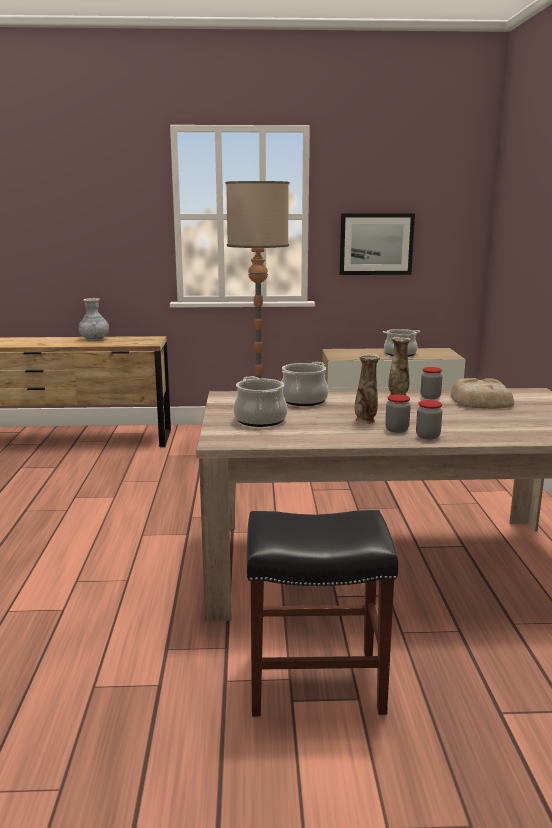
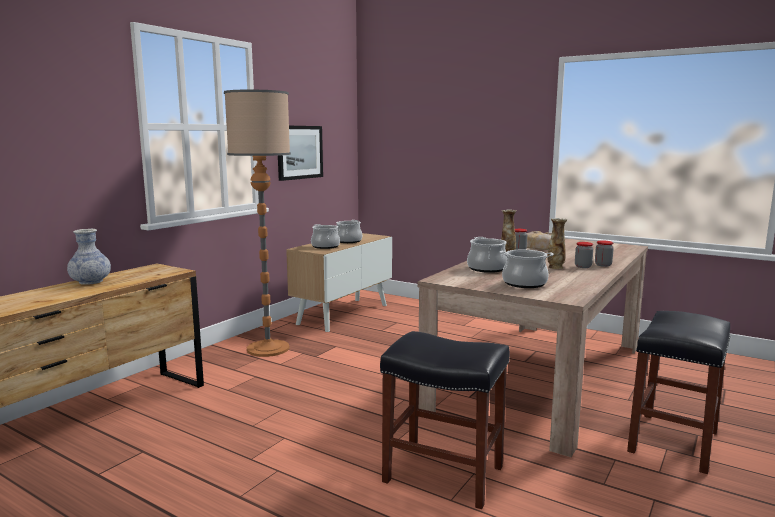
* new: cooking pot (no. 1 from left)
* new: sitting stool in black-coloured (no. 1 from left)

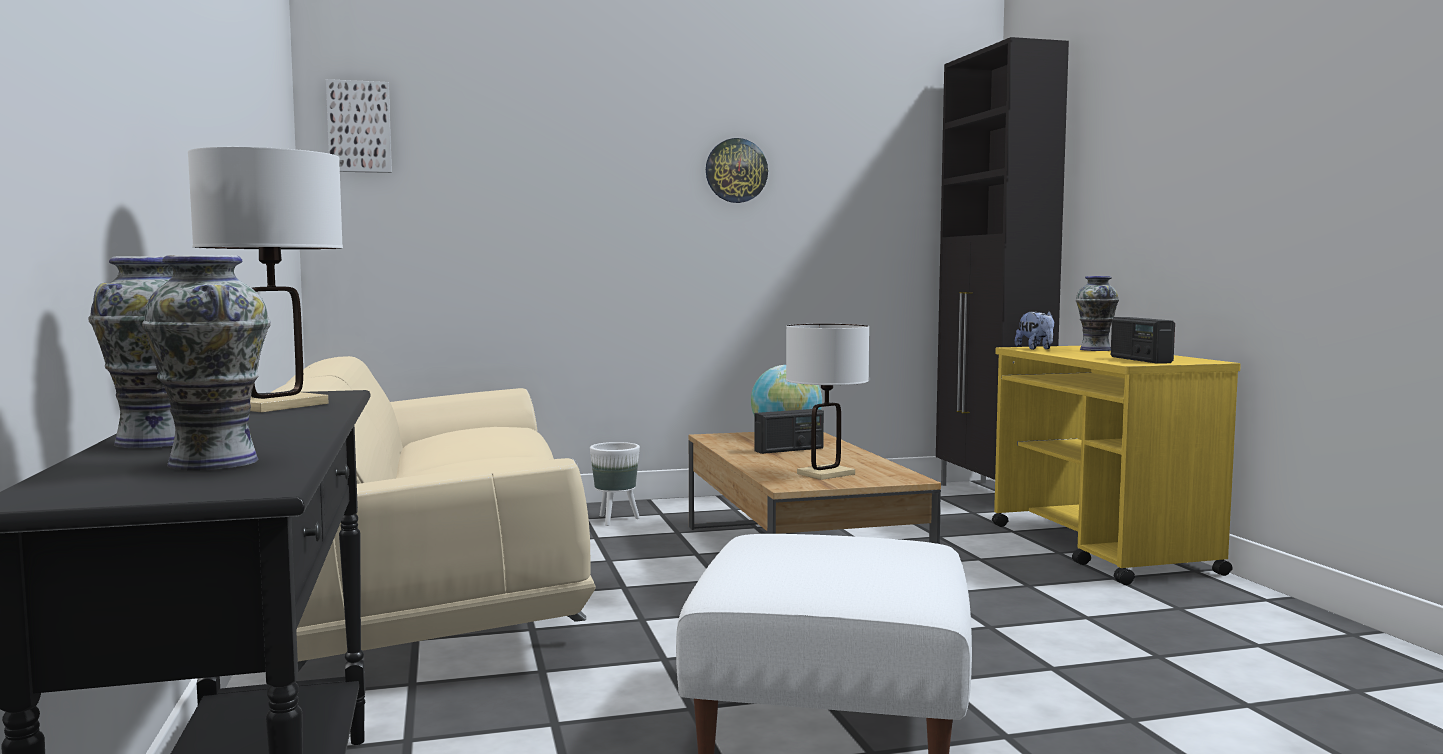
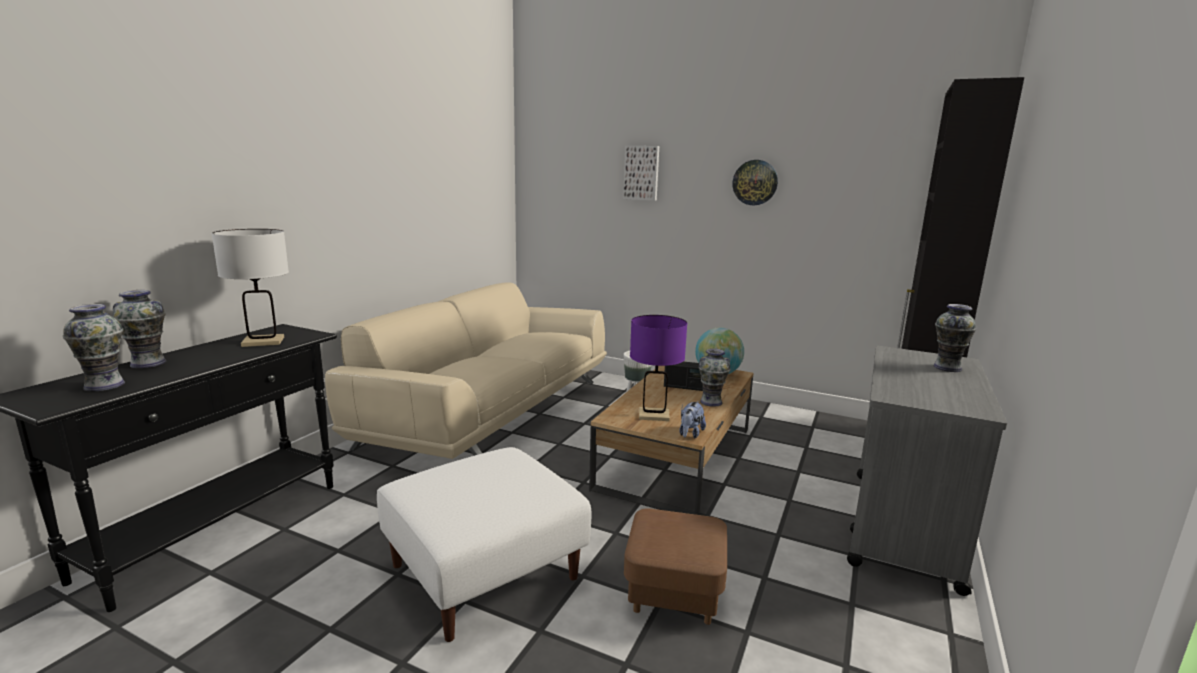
* shifted: picture
* repainted: tabletop lamp in whitish (no. 2 from left) to tabletop lamp in purple-coloured
* repainted: wheeled cart in yellowish to wheeled cart in greyish
* shifted: soft toy
* gone: radio receiver (no. 2 from left)
* new: ottoman in brown
* new: vase (no. 3 from left)

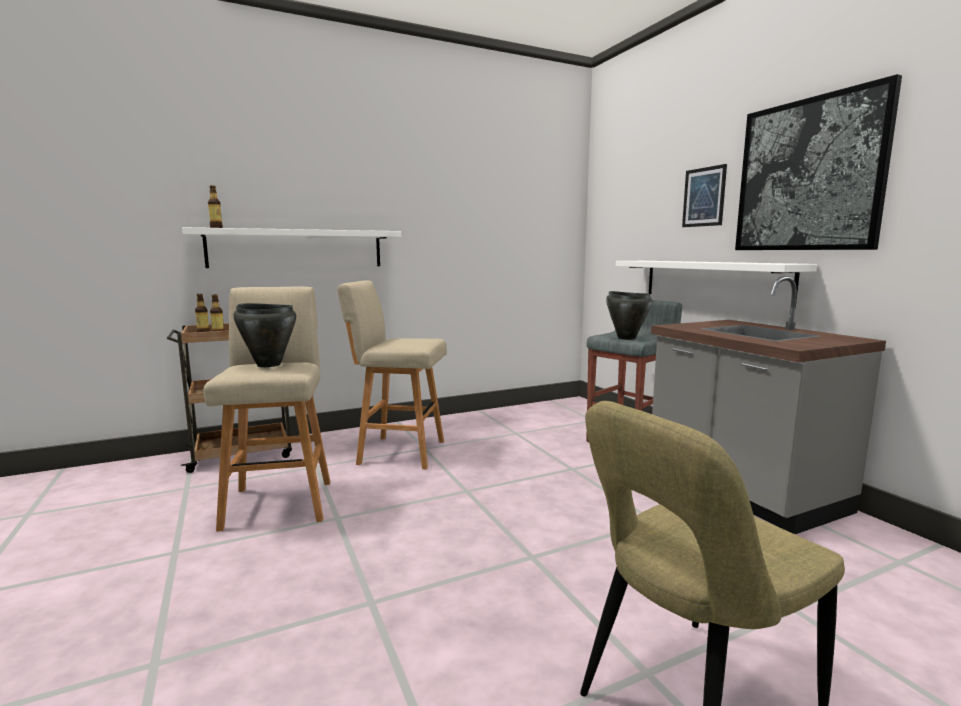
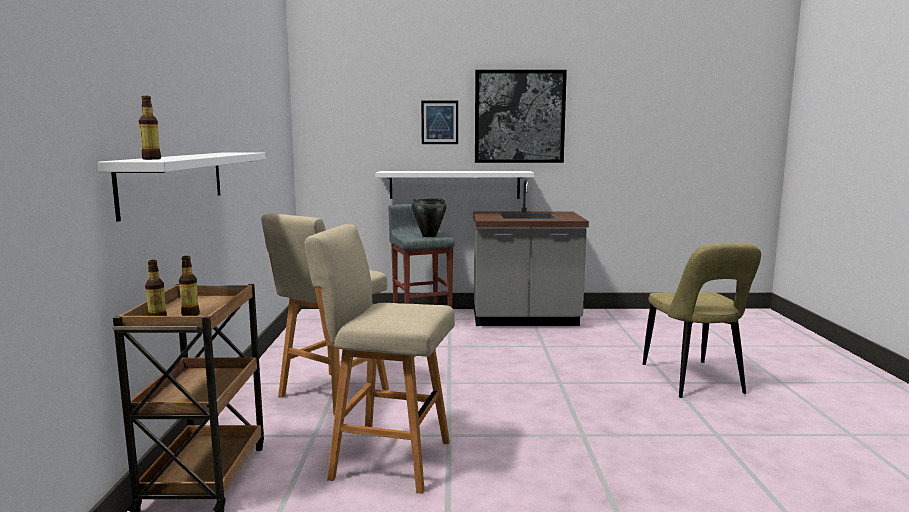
* gone: cooking pot in black-coloured (no. 1 from left)

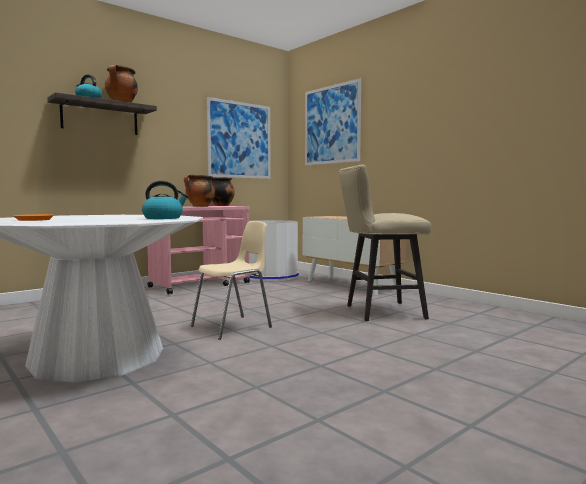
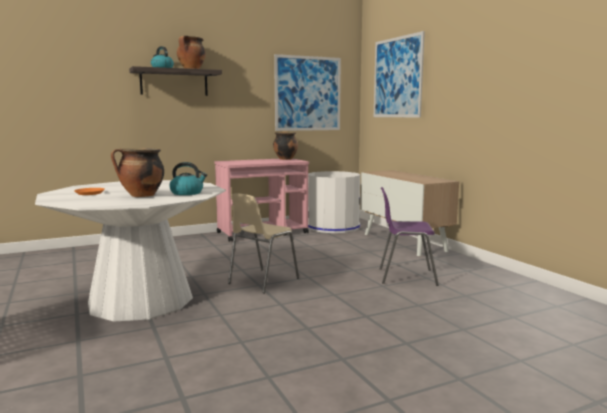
* shifted: cooking pot (no. 2 from left in the first image) to cooking pot (no. 1 from left)
* rotated: chair in beige 150 degrees clockwise
* swapped: sitting stool in beige to chair in purple-coloured

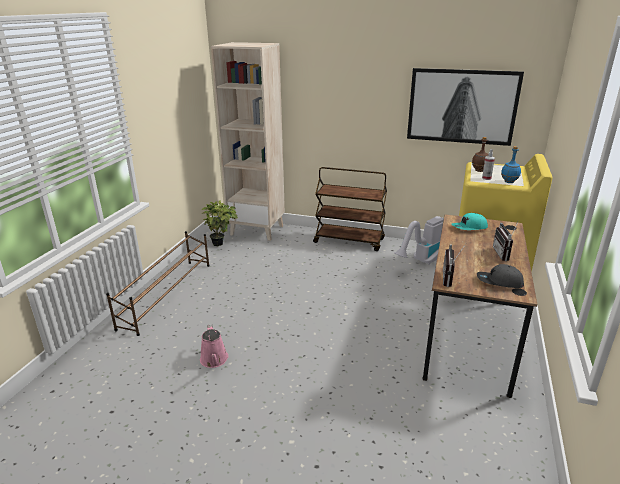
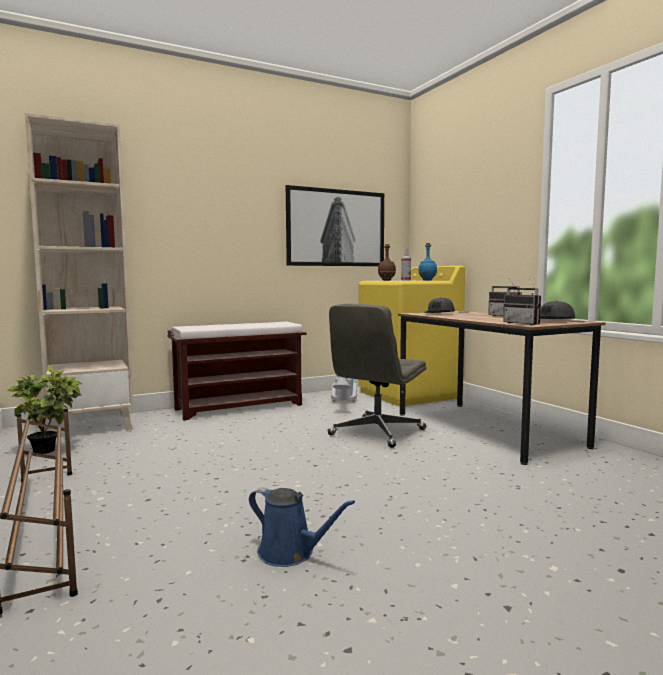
* repainted: watering can in pink-coloured to watering can in blue-coloured
* swapped: wheeled cart in brown to bench in brown
* repainted: cap in turquoise to cap in greyish (no. 1 from left)
* new: computer chair in greyish

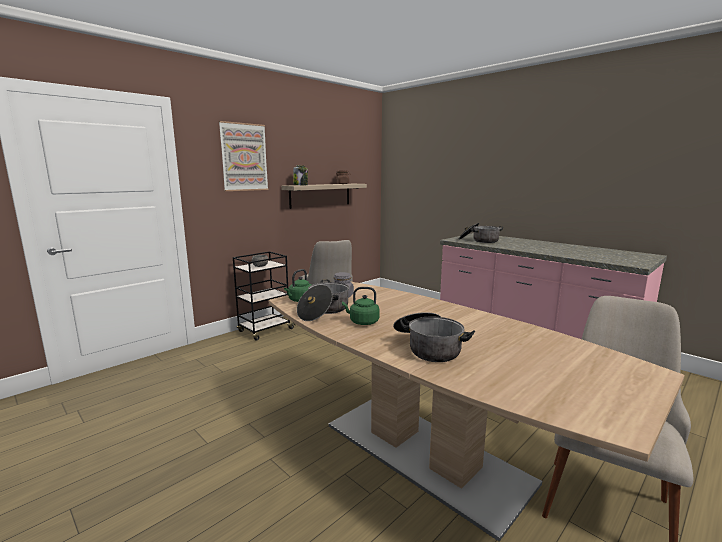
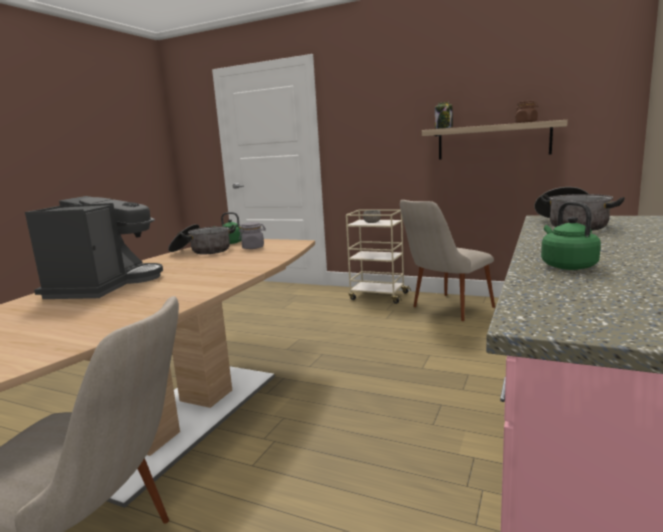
* gone: picture
* repainted: wheeled cart in black-coloured to wheeled cart in beige
* shifted: tea kettle in greenish (no. 2 from left)
* swapped: cooking pot (no. 2 from left) to coffee machine

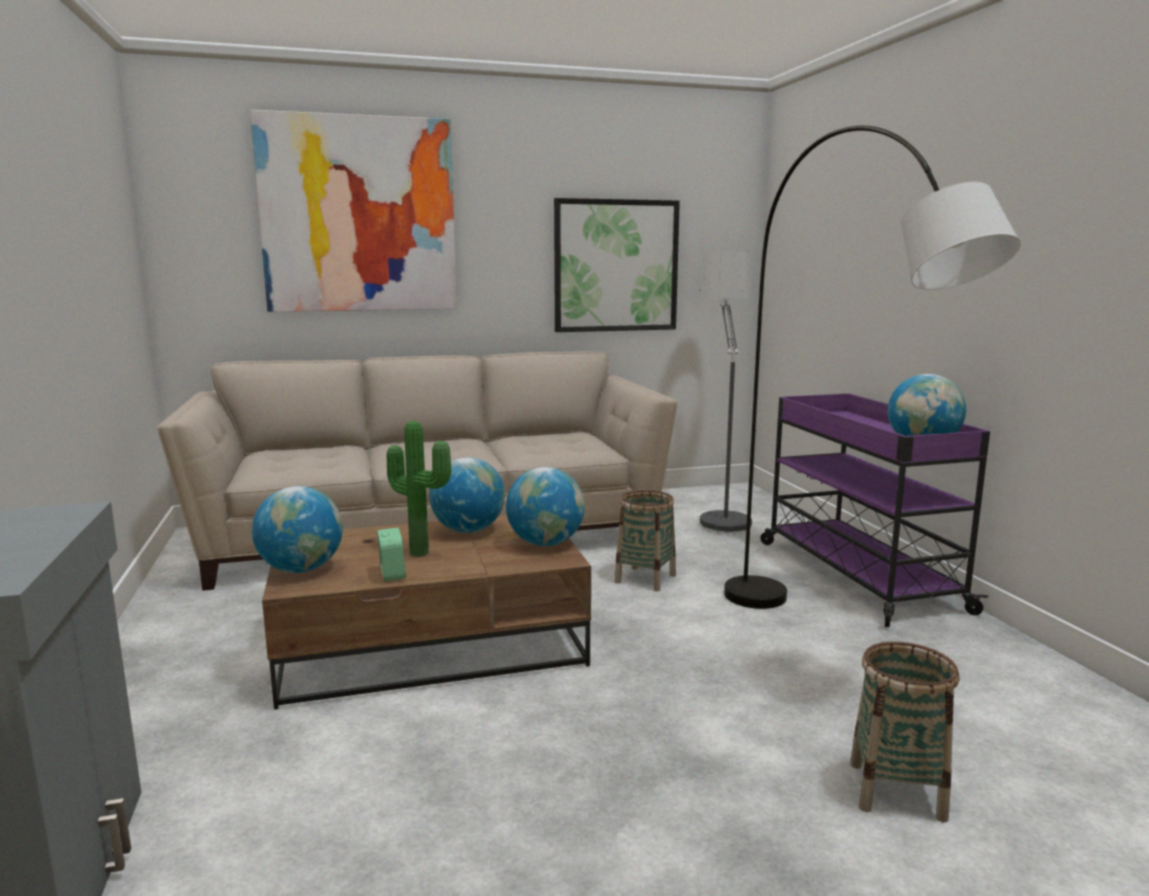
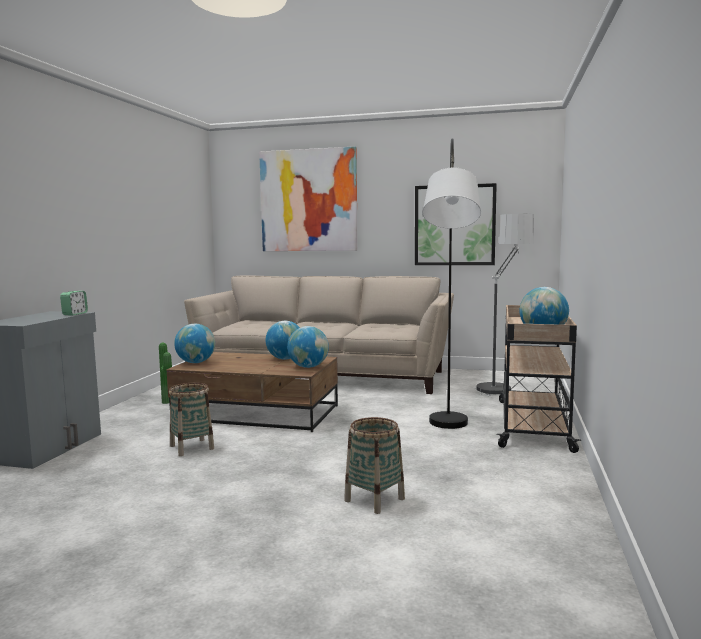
* shifted: table clock
* shifted: houseplant
* shifted: household basket (no. 1 from left)
* repainted: wheeled cart in purple-coloured to wheeled cart in beige

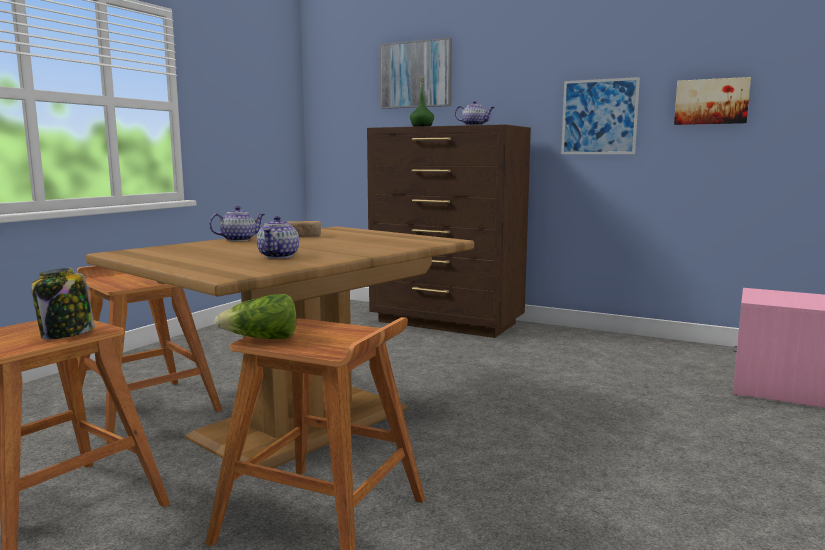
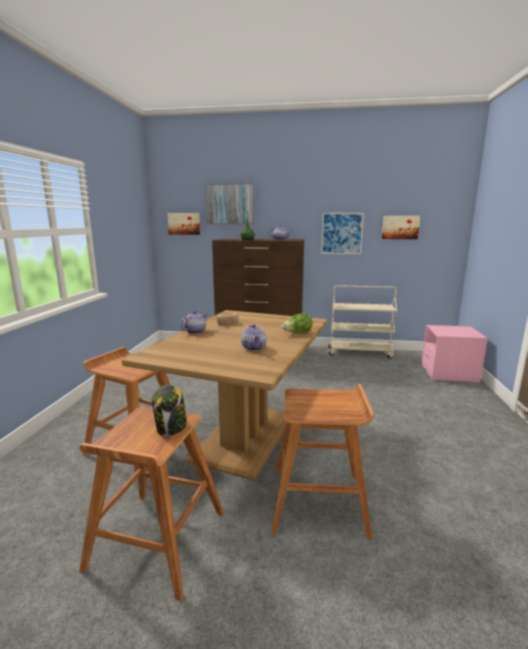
* shifted: head of lettuce
* new: picture (no. 1 from left)
* new: wheeled cart in beige

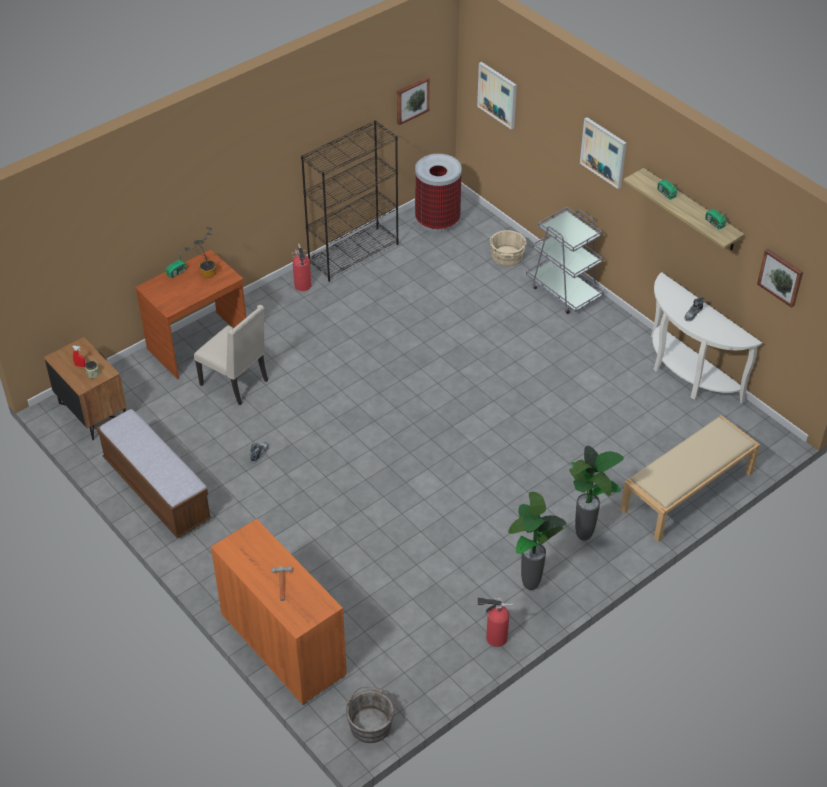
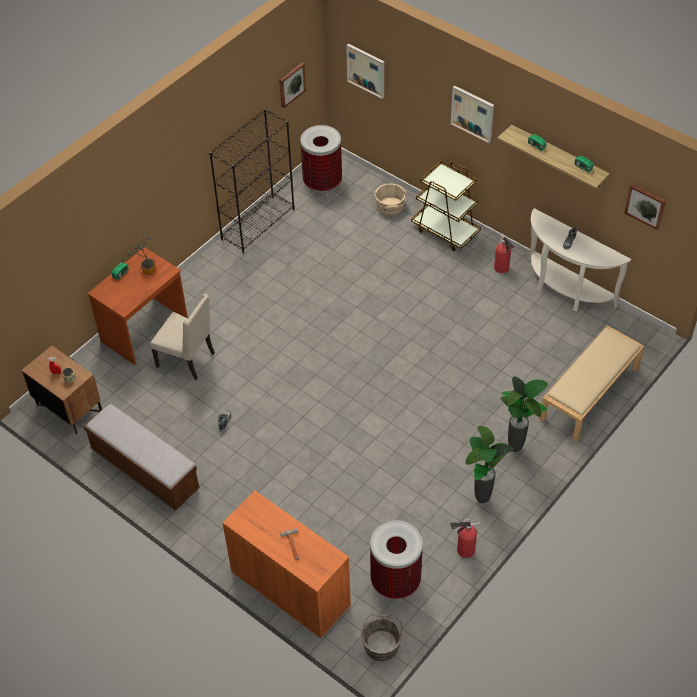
* shifted: extinguisher (no. 1 from left in the first image) to extinguisher (no. 2 from left)
* repainted: wheeled cart in greyish to wheeled cart in brown
* new: rubbish bin (no. 2 from left)

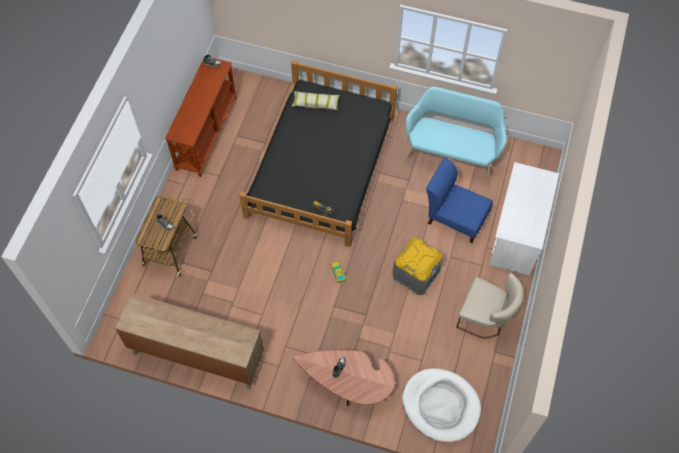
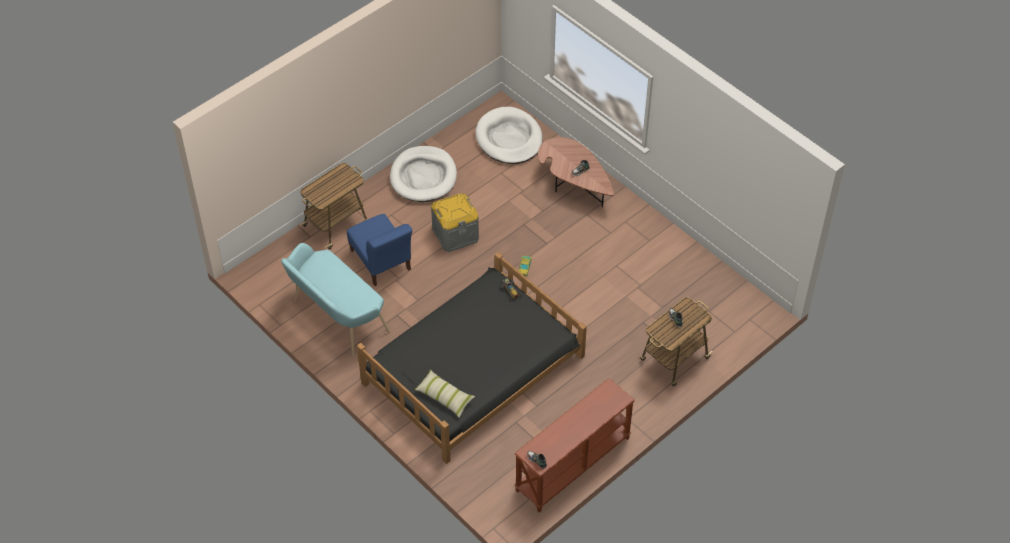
* gone: chest of drawers in brown
* swapped: chair in beige to dog cushion in whitish (no. 1 from left)
* swapped: desk in whitish to wheeled cart (no. 1 from left)

